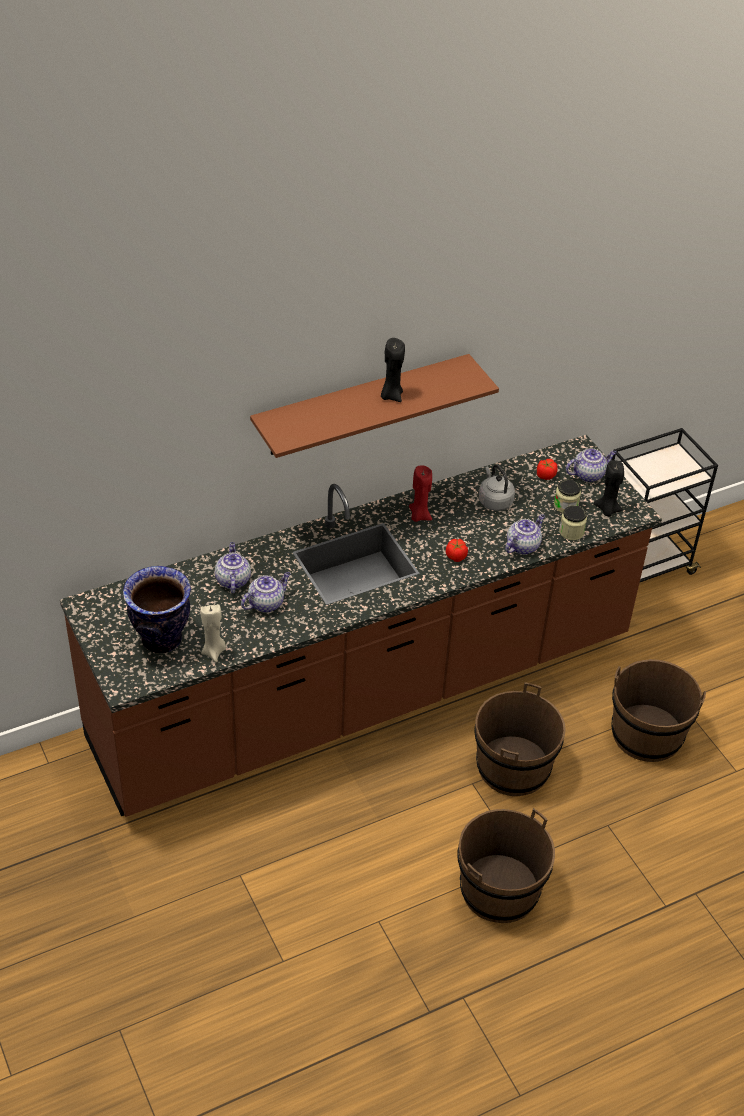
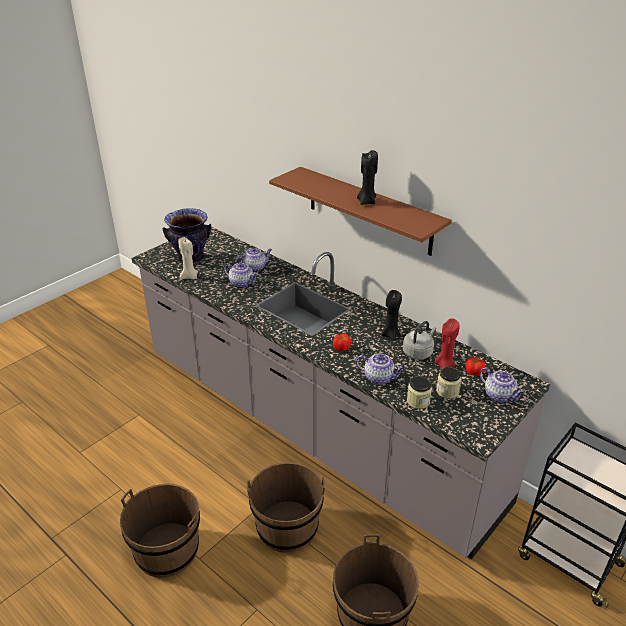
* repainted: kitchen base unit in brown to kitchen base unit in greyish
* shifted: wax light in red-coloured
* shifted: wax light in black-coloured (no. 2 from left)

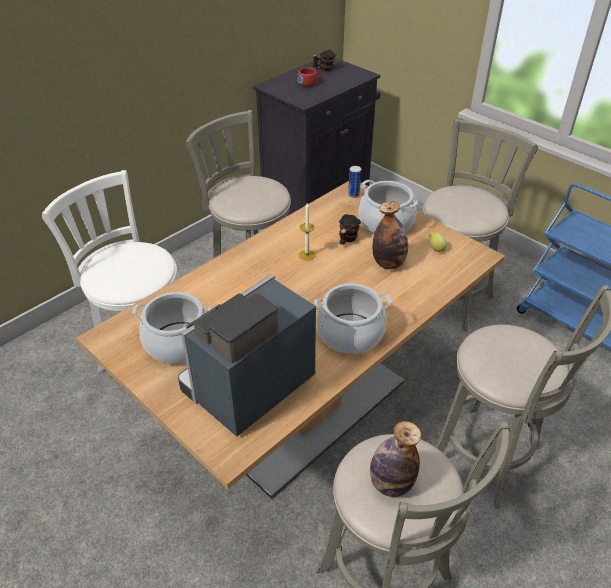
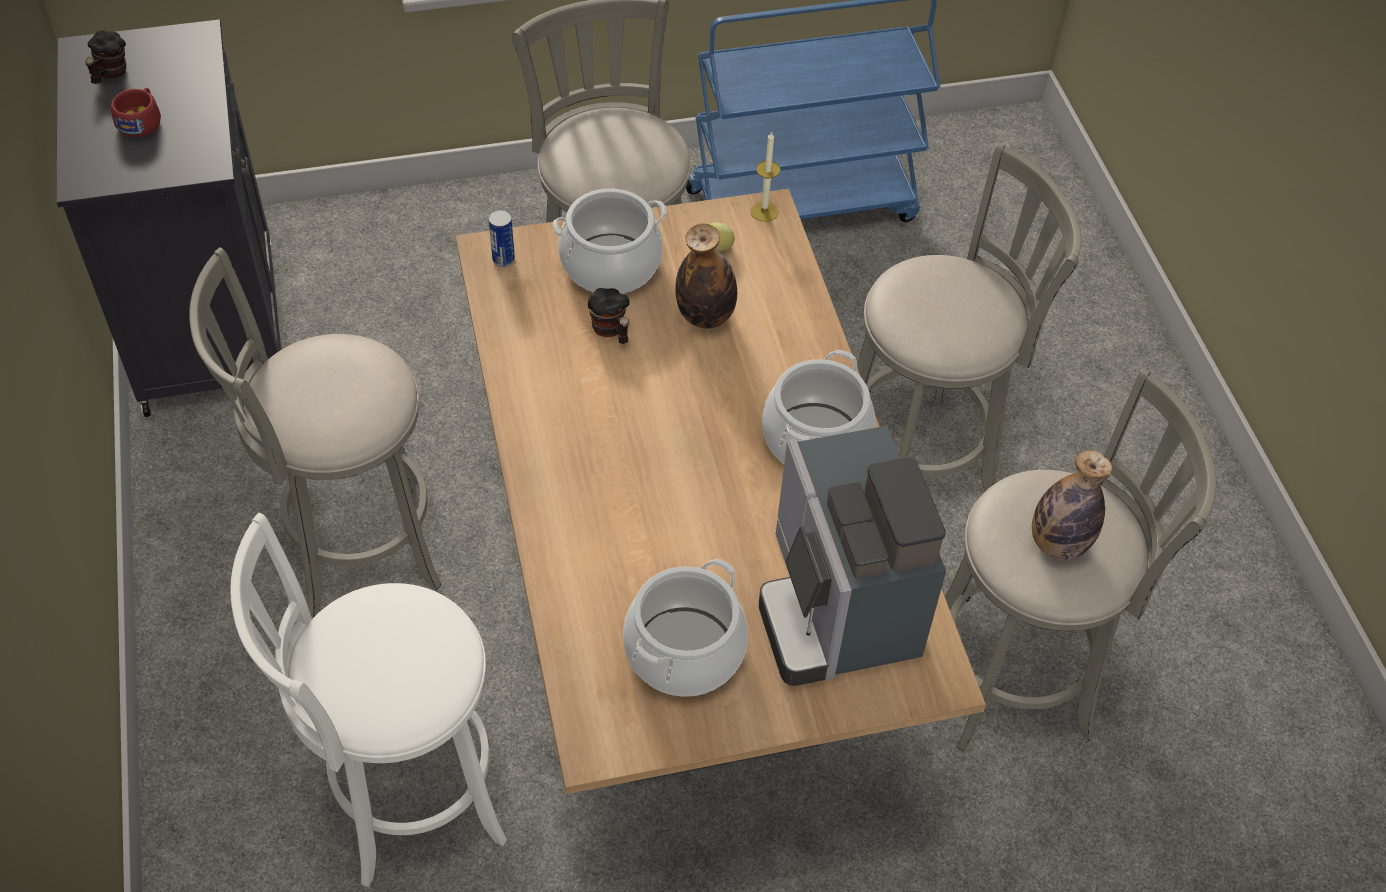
* shifted: wax light

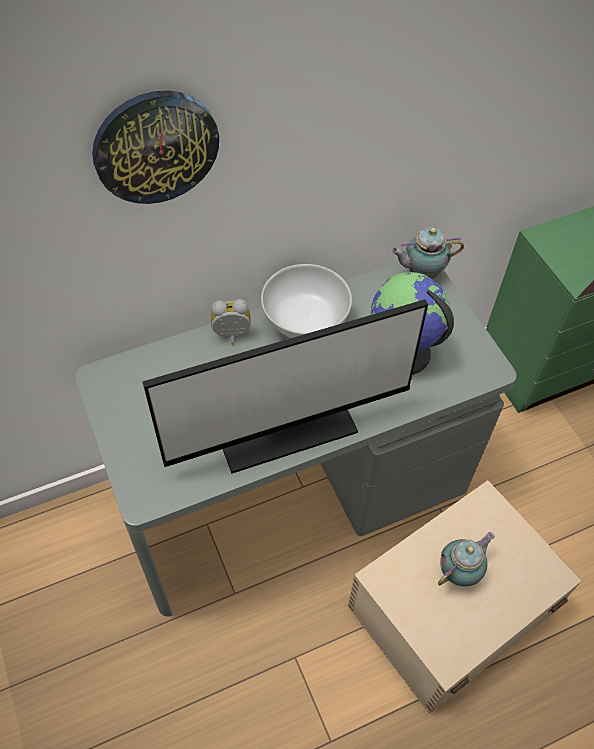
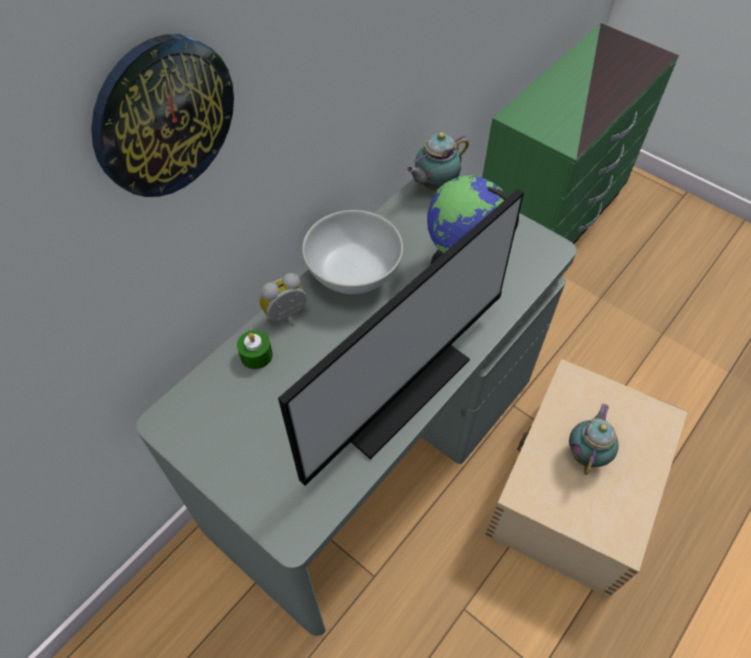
* new: wax light in greenish

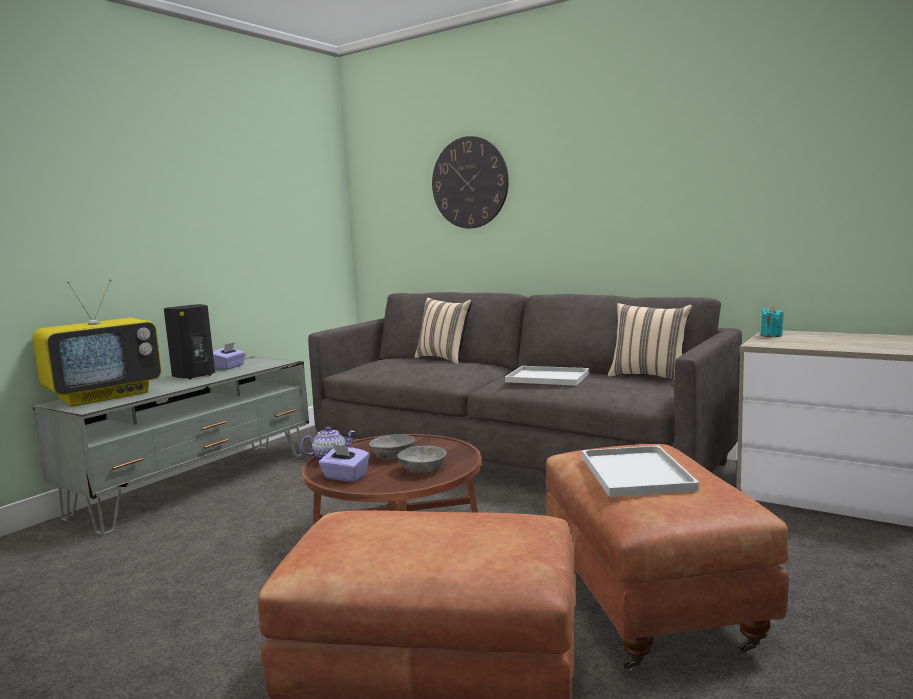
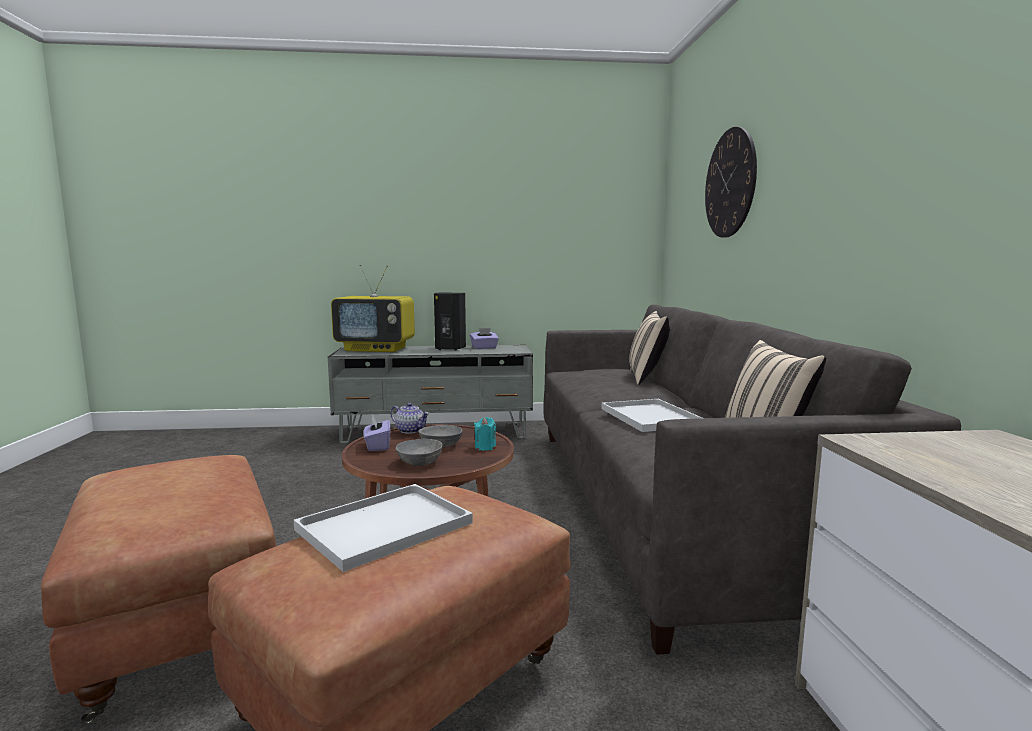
* shifted: wax light in turquoise

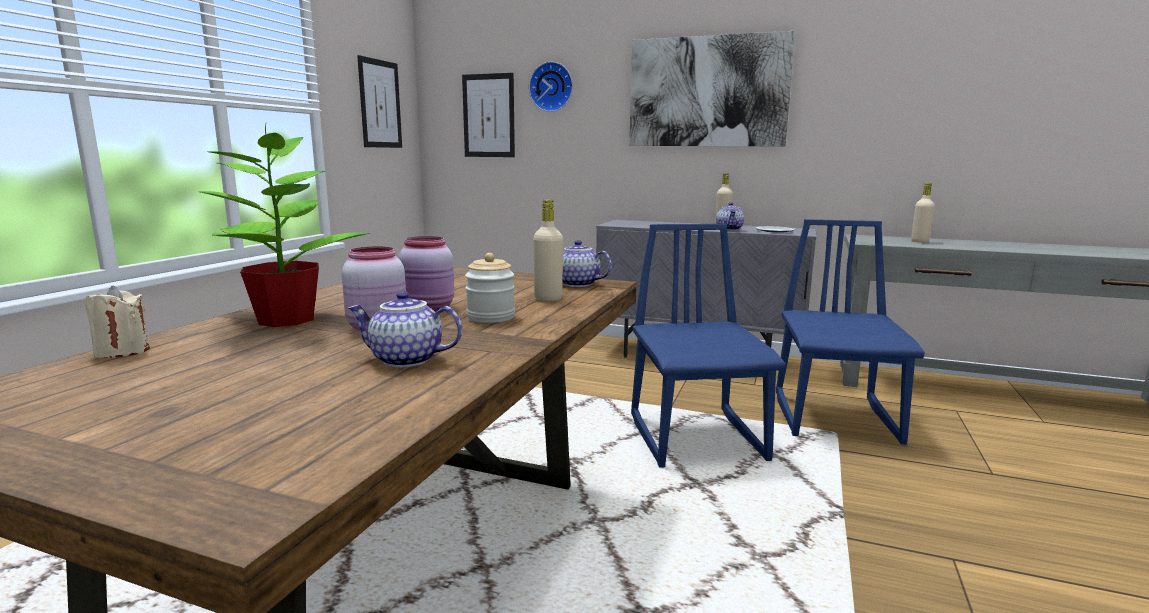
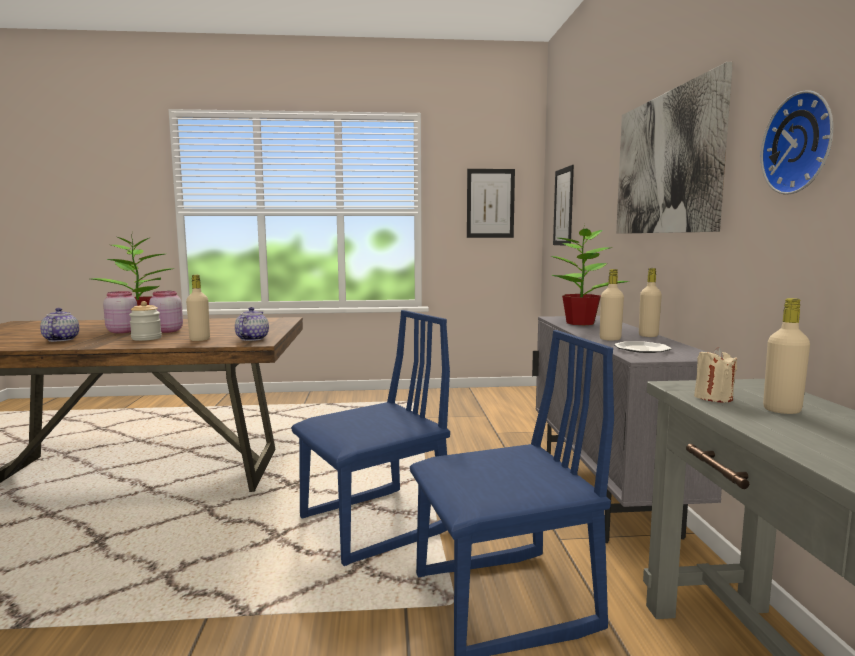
* shifted: wax light in beige
* shifted: wall clock
* swapped: pot for tea (no. 3 from left) to drink bottle in beige (no. 2 from left)
* new: houseplant (no. 2 from left)

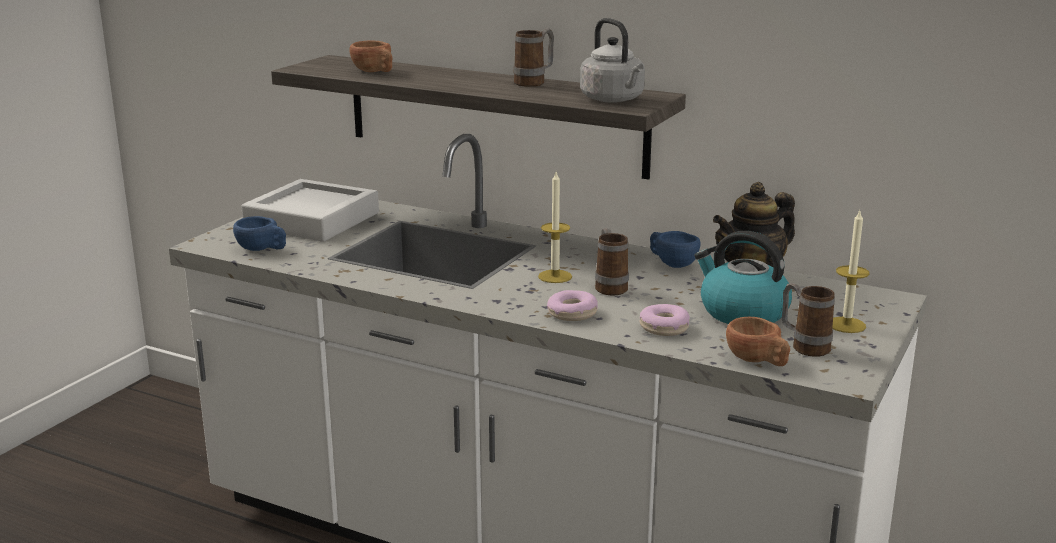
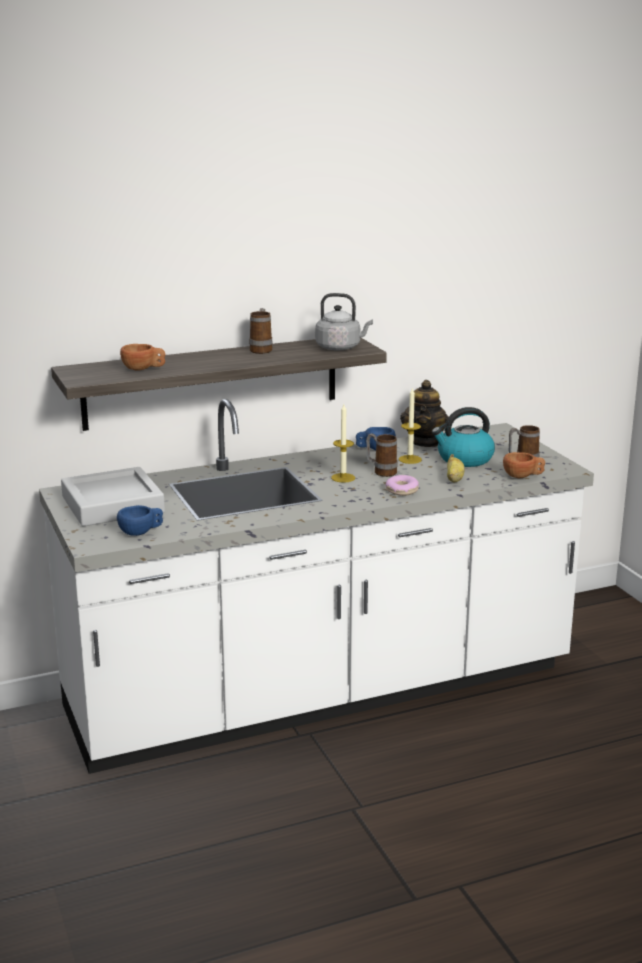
* swapped: donut (no. 2 from left) to banana
* shifted: wax light (no. 2 from left)

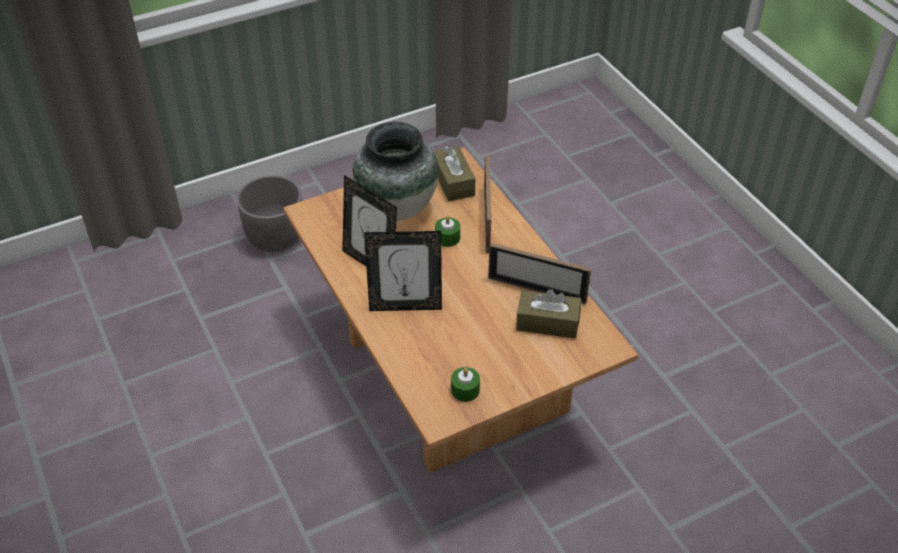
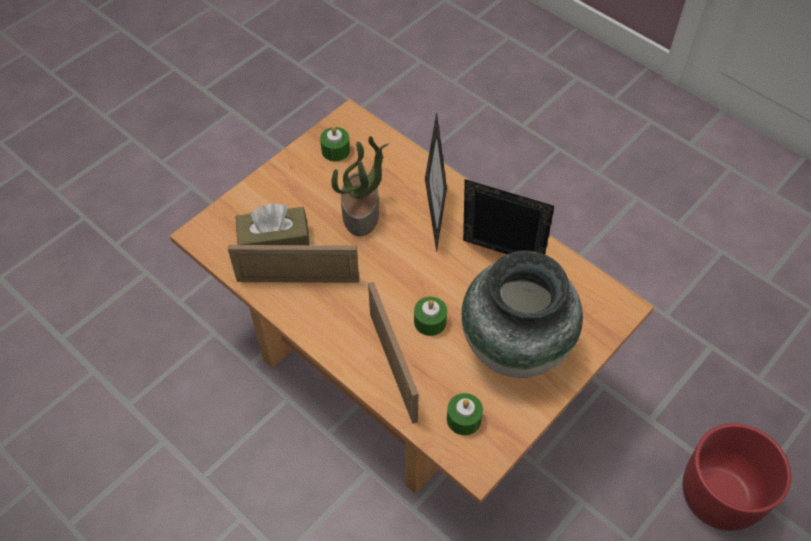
* repainted: plant pot in greyish to plant pot in red-coloured
* rotated: standing frame (no. 2 from left in the first image) 120 degrees clockwise
* swapped: tissue box in brown (no. 1 from left) to wax light in greenish (no. 3 from left)
* new: houseplant

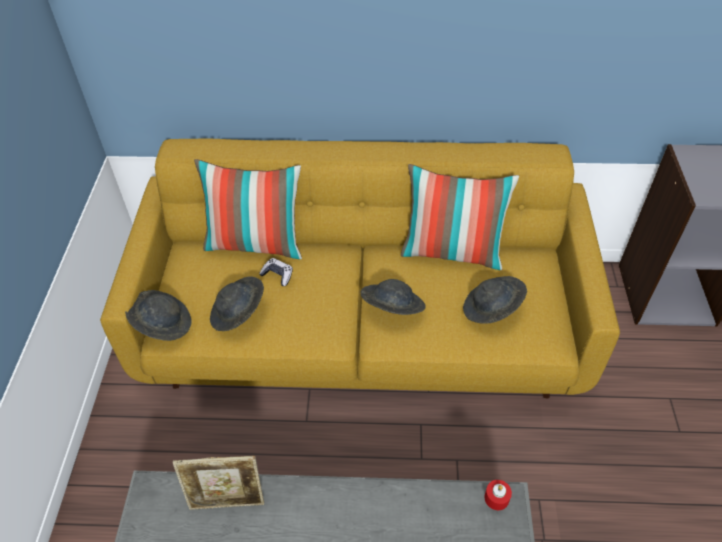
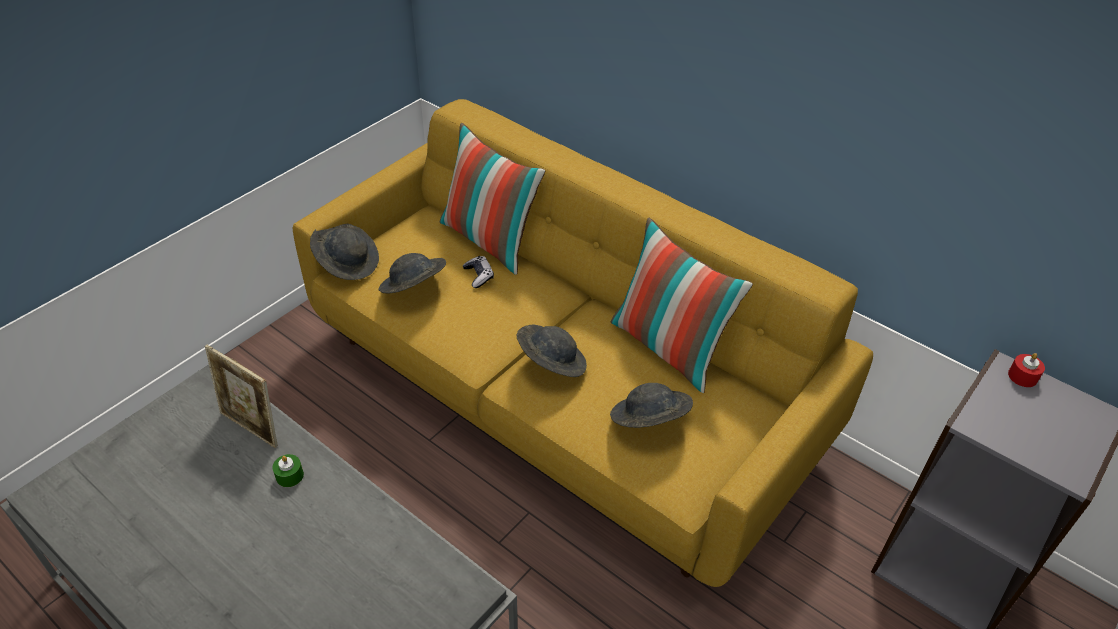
* shifted: wax light in red-coloured
* new: wax light in greenish

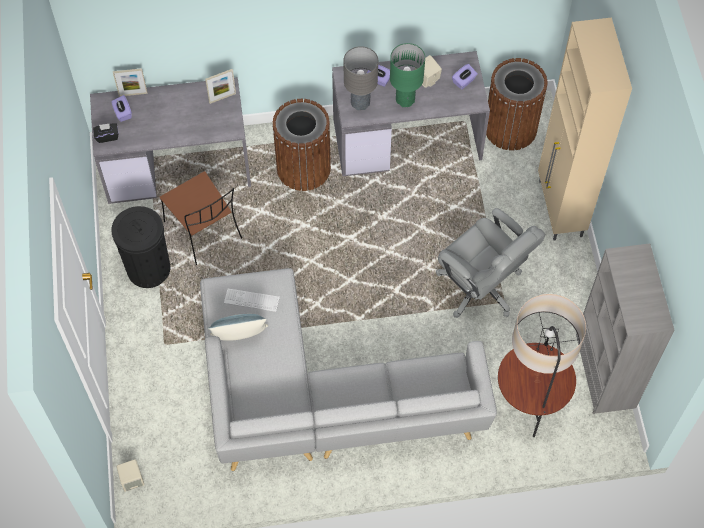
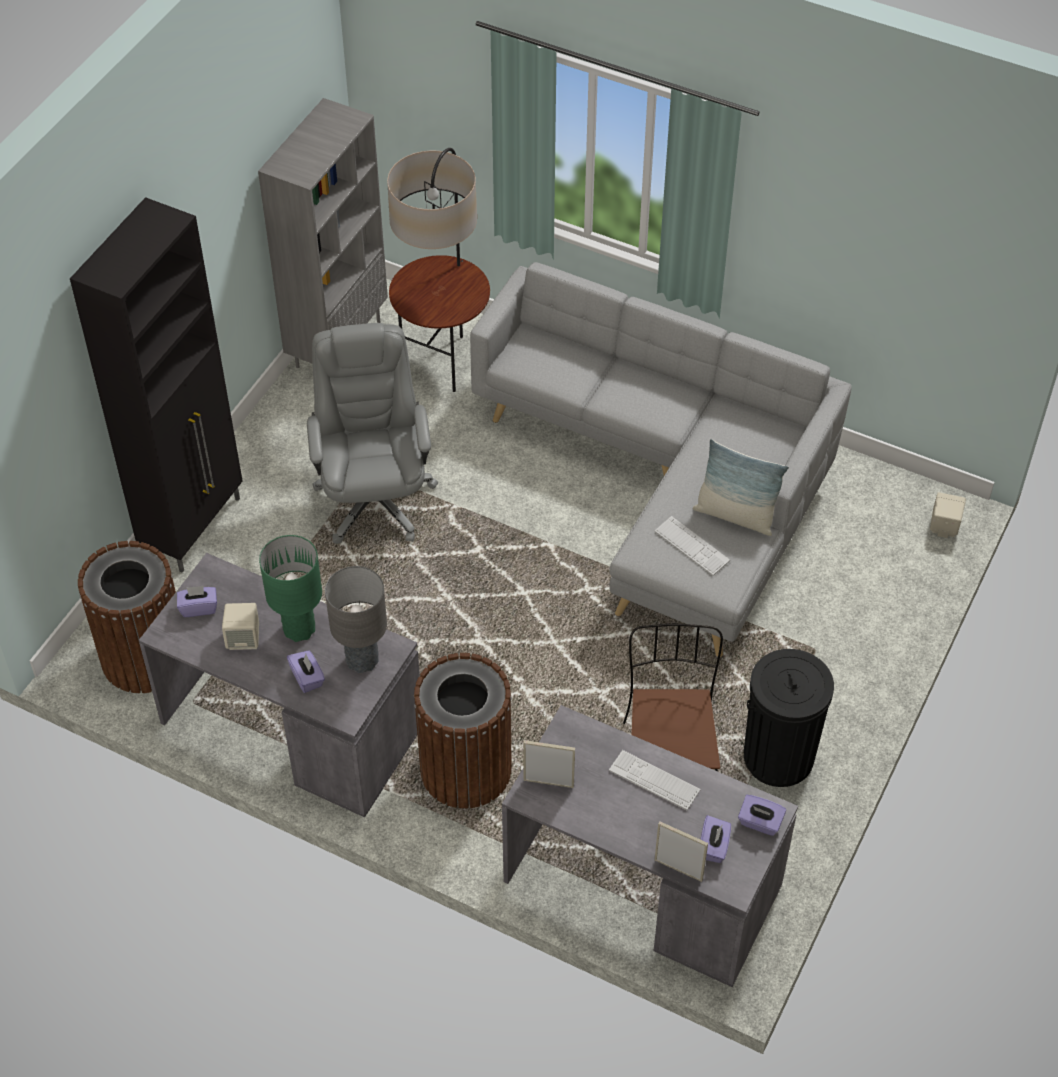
* repainted: tissue box in black-coloured to tissue box in purple-coloured (no. 4 from left)
* repainted: cabinet in beige to cabinet in black-coloured
* new: computer keyboard (no. 1 from left)

